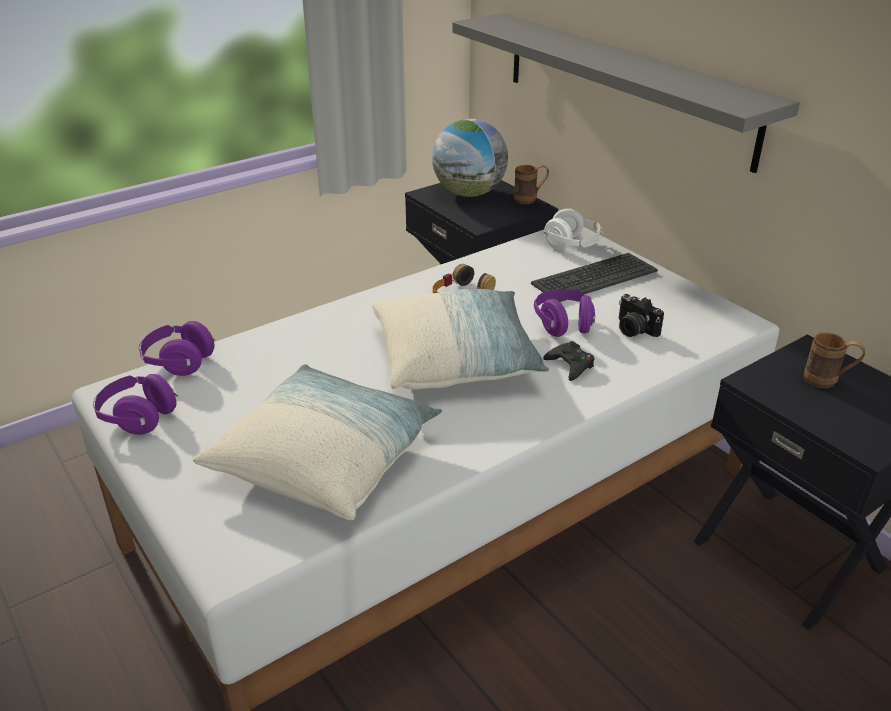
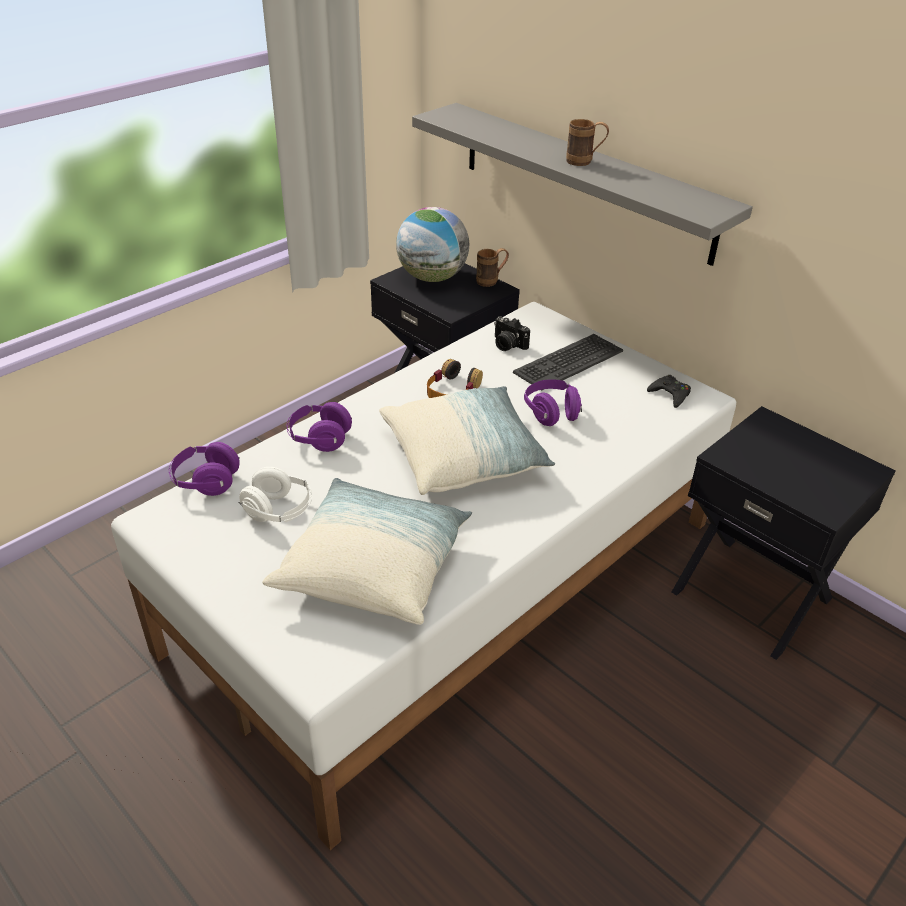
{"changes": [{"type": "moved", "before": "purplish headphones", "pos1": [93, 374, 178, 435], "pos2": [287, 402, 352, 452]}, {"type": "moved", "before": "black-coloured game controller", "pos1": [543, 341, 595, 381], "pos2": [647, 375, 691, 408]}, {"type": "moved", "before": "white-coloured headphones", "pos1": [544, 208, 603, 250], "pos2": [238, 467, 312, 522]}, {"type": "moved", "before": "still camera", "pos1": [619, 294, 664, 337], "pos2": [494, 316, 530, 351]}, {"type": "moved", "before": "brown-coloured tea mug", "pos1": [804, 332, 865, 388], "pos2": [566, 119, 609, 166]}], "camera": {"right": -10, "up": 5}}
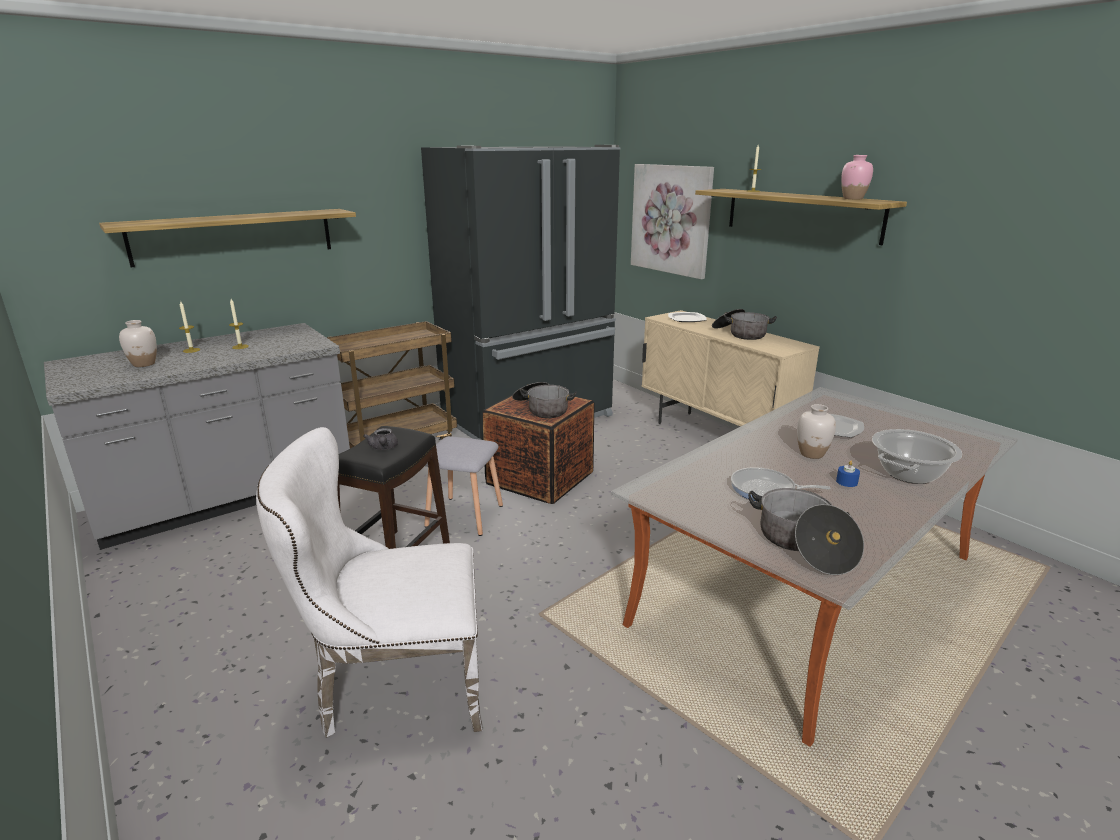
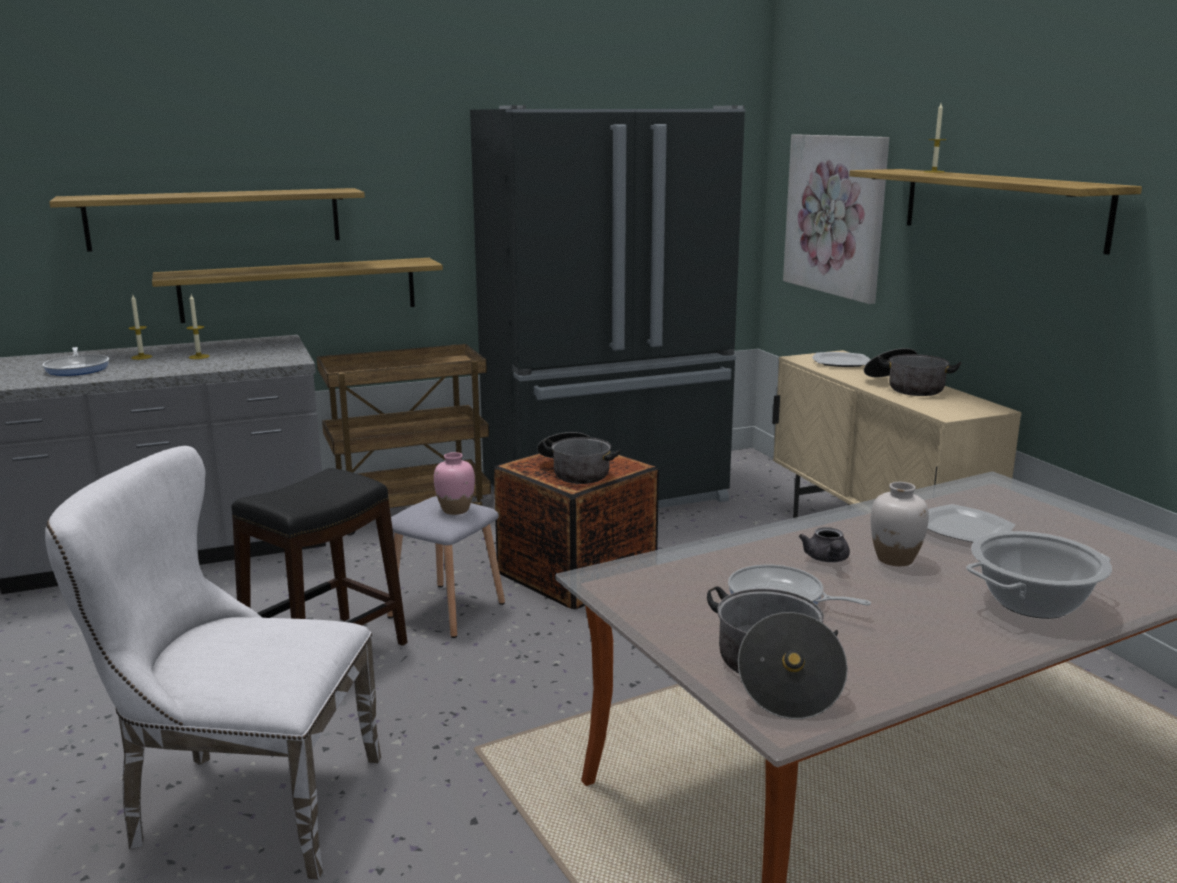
{"changes": [{"type": "replaced", "before": "white-coloured vase", "after": "pan", "pos1": [119, 320, 157, 367], "pos2": [42, 347, 109, 376]}, {"type": "moved", "before": "greyish tea pot", "pos1": [363, 428, 398, 450], "pos2": [799, 527, 850, 562]}, {"type": "removed", "before": "blue candle", "pos1": [836, 460, 860, 487]}, {"type": "moved", "before": "pink-coloured vase", "pos1": [841, 155, 873, 199], "pos2": [434, 452, 475, 515]}, {"type": "added", "after": "wall shelf", "pos2": [152, 258, 443, 323]}], "camera": {"right": 15, "up": -5}}
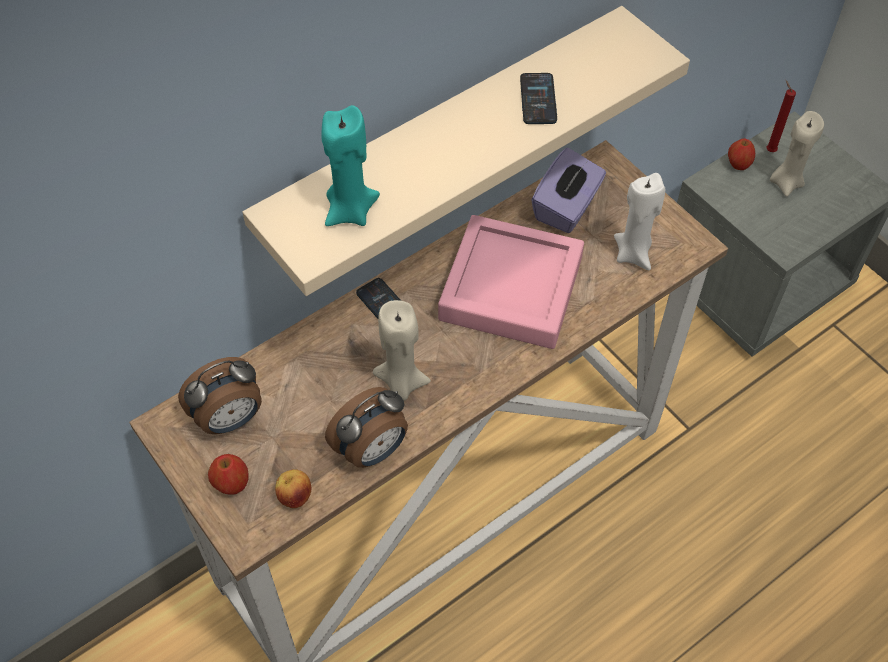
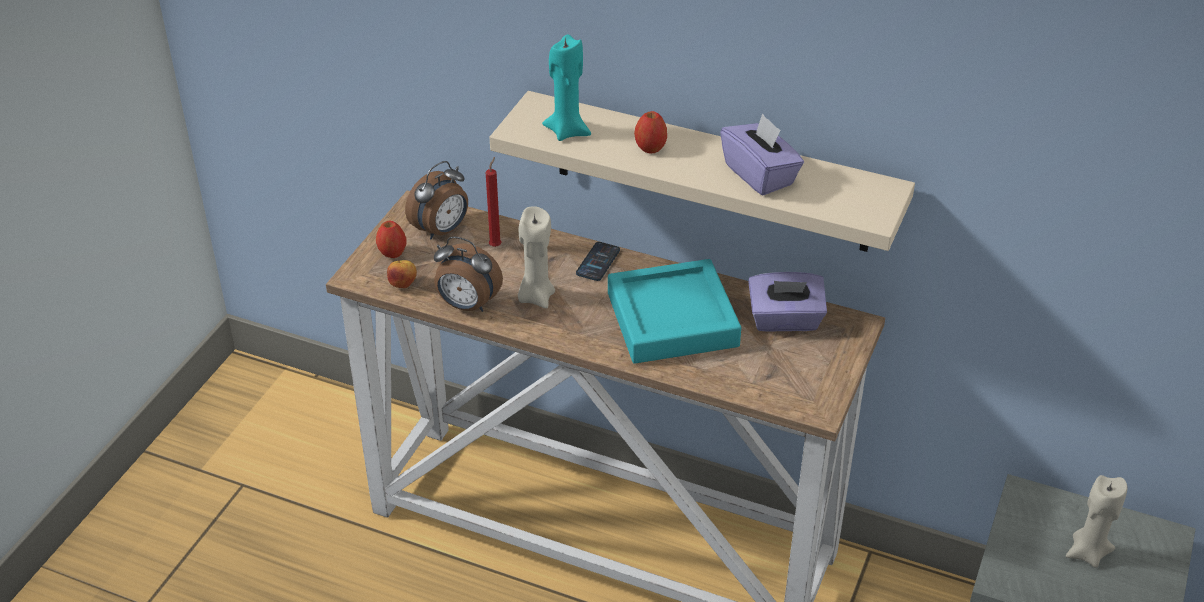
{"changes": [{"type": "turned", "before": "alarm clock", "pos1": [178, 357, 262, 434], "pos2": [405, 161, 468, 239], "turn": -75}, {"type": "recoloured", "before": "pink-coloured serving tray", "after": "turquoise-coloured serving tray", "pos1": [438, 215, 584, 349], "pos2": [608, 259, 741, 364]}, {"type": "replaced", "before": "phone", "after": "purplish tissue box", "pos1": [520, 73, 557, 124], "pos2": [720, 113, 804, 195]}, {"type": "removed", "before": "white-coloured candle", "pos1": [614, 173, 665, 270]}, {"type": "moved", "before": "apple", "pos1": [728, 138, 755, 170], "pos2": [634, 111, 667, 154]}, {"type": "moved", "before": "red-coloured candle", "pos1": [766, 80, 796, 152], "pos2": [486, 157, 501, 247]}], "camera": {"right": 60, "up": -15}}
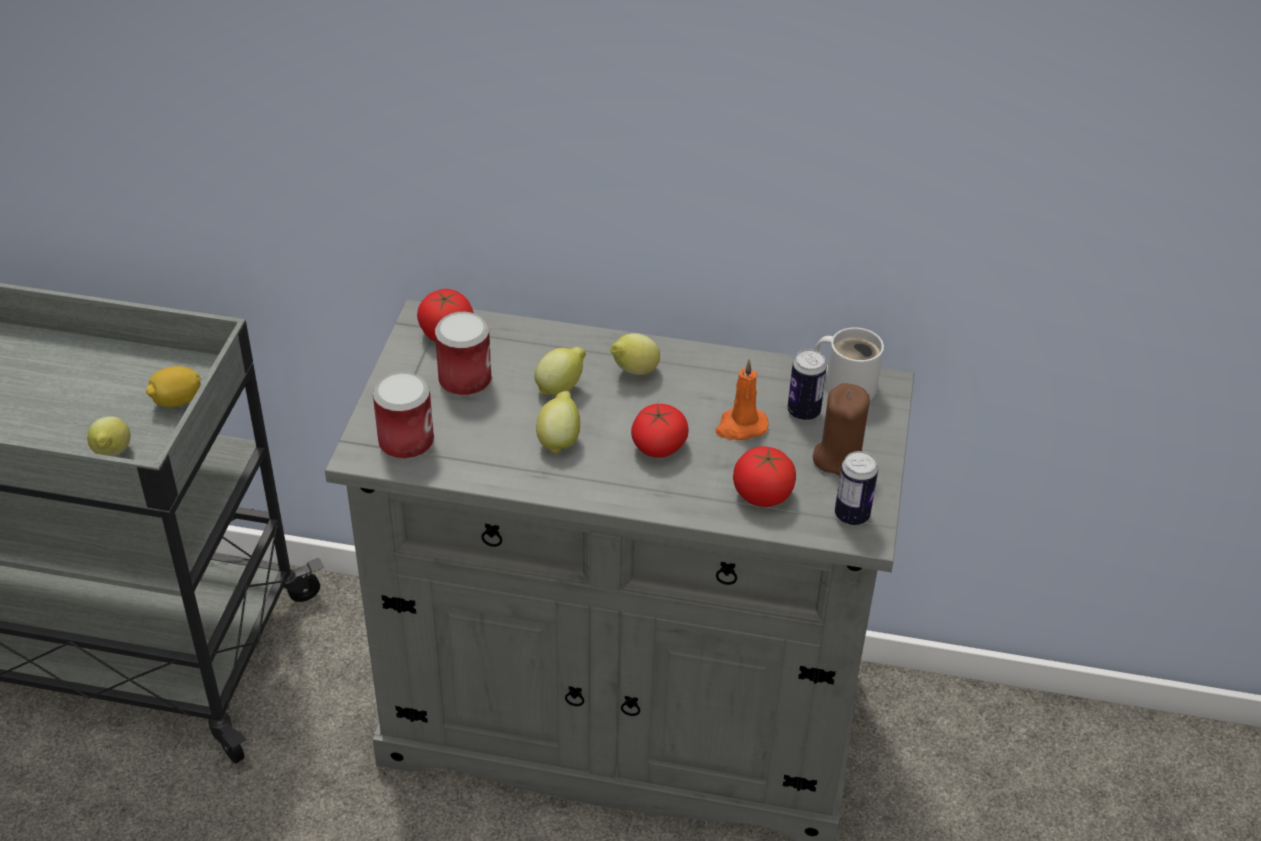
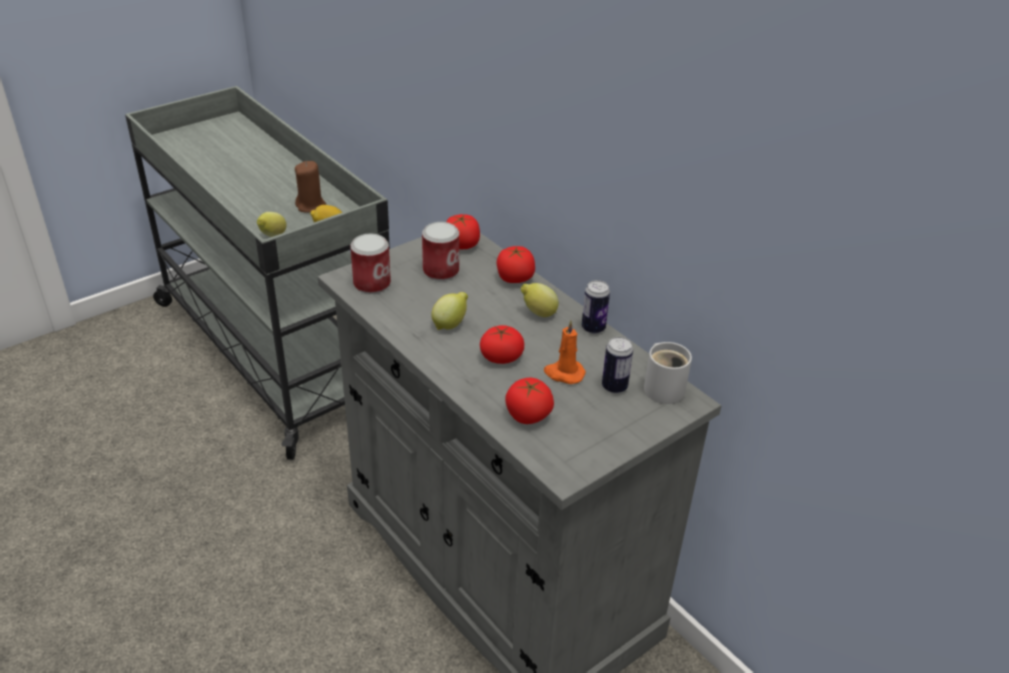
{"changes": [{"type": "removed", "before": "lemon", "pos1": [535, 347, 586, 396]}, {"type": "moved", "before": "brown-coloured candle", "pos1": [813, 383, 870, 476], "pos2": [295, 161, 326, 212]}, {"type": "moved", "before": "sealed can", "pos1": [835, 451, 878, 525], "pos2": [582, 280, 610, 334]}, {"type": "added", "after": "tomato", "pos2": [496, 246, 535, 283]}], "camera": {"right": 40, "up": -5}}
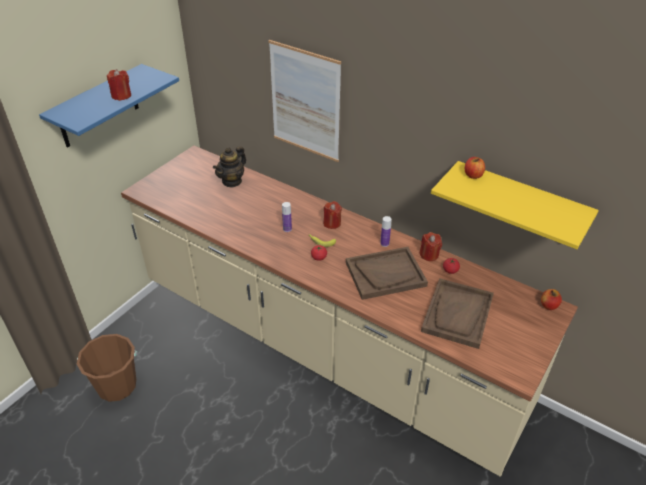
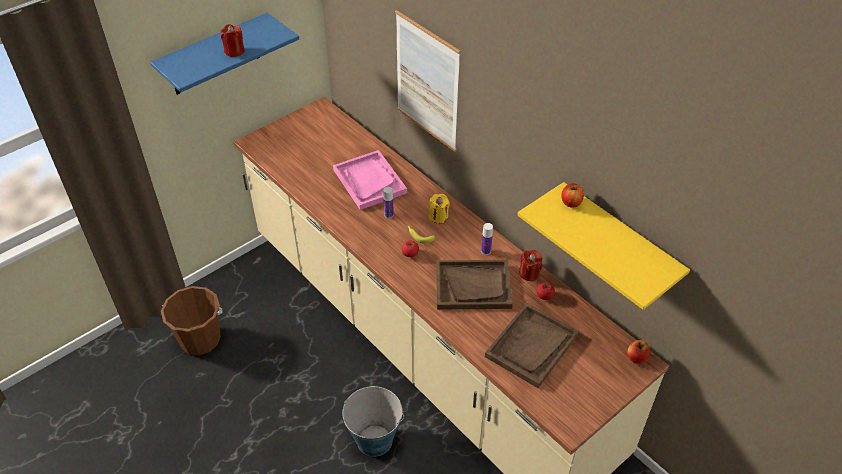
{"changes": [{"type": "removed", "before": "tea pot", "pos1": [213, 146, 246, 188]}, {"type": "recoloured", "before": "red-coloured candle", "after": "yellow-coloured candle", "pos1": [323, 201, 342, 229], "pos2": [429, 194, 450, 224]}, {"type": "added", "after": "pink-coloured serving tray", "pos2": [333, 150, 407, 210]}, {"type": "added", "after": "bucket", "pos2": [342, 386, 404, 457]}], "camera": {"right": 15, "up": 5}}
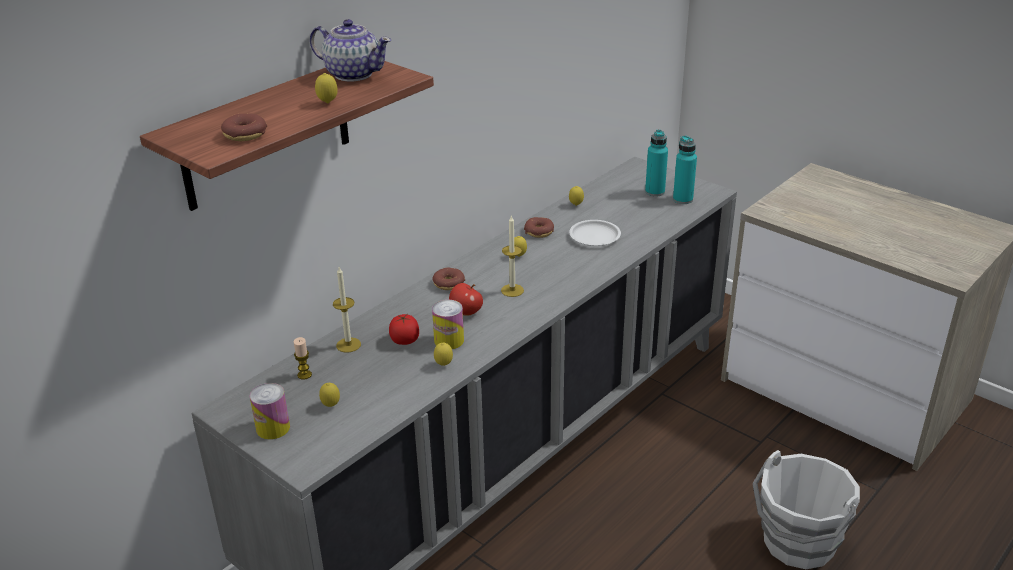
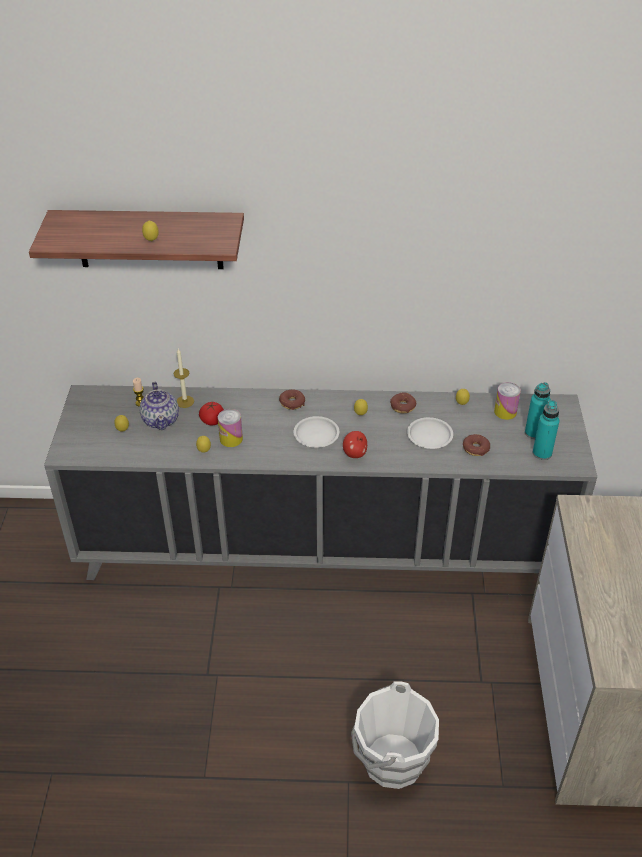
{"changes": [{"type": "moved", "before": "ring doughnut", "pos1": [221, 114, 267, 141], "pos2": [463, 434, 490, 456]}, {"type": "moved", "before": "sealed can", "pos1": [250, 383, 290, 440], "pos2": [494, 382, 521, 420]}, {"type": "moved", "before": "tea pot", "pos1": [310, 19, 391, 81], "pos2": [139, 382, 179, 430]}, {"type": "moved", "before": "apple", "pos1": [449, 283, 483, 316], "pos2": [343, 431, 367, 458]}, {"type": "replaced", "before": "candle", "after": "white-coloured flat dish", "pos1": [501, 215, 524, 297], "pos2": [294, 416, 339, 448]}], "camera": {"right": 50, "up": 10}}
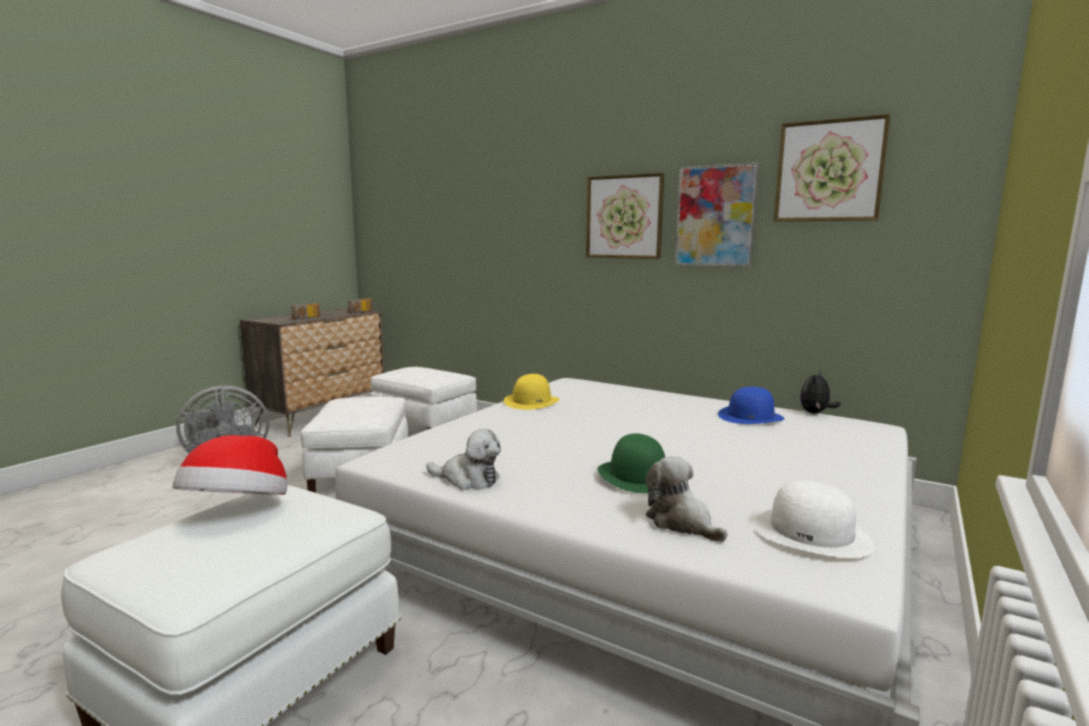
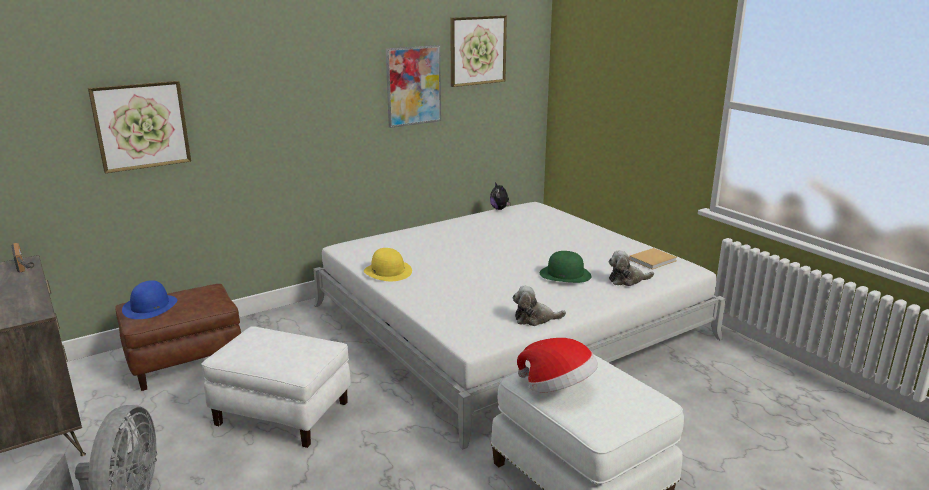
{"changes": [{"type": "removed", "before": "radio", "pos1": [291, 303, 320, 320]}, {"type": "recoloured", "before": "white-coloured ottoman", "after": "brown-coloured ottoman", "pos1": [370, 367, 477, 429], "pos2": [115, 284, 241, 391]}, {"type": "turned", "before": "cuddly toy", "pos1": [426, 428, 501, 490], "pos2": [512, 286, 566, 326], "turn": -135}, {"type": "moved", "before": "picture", "pos1": [586, 173, 664, 259], "pos2": [88, 81, 191, 173]}, {"type": "moved", "before": "blue wearable hat", "pos1": [718, 387, 785, 424], "pos2": [122, 280, 177, 319]}, {"type": "replaced", "before": "white-coloured wearable hat", "after": "sand-coloured volume", "pos1": [753, 481, 874, 558], "pos2": [629, 248, 677, 270]}], "camera": {"right": -65, "up": 10}}
